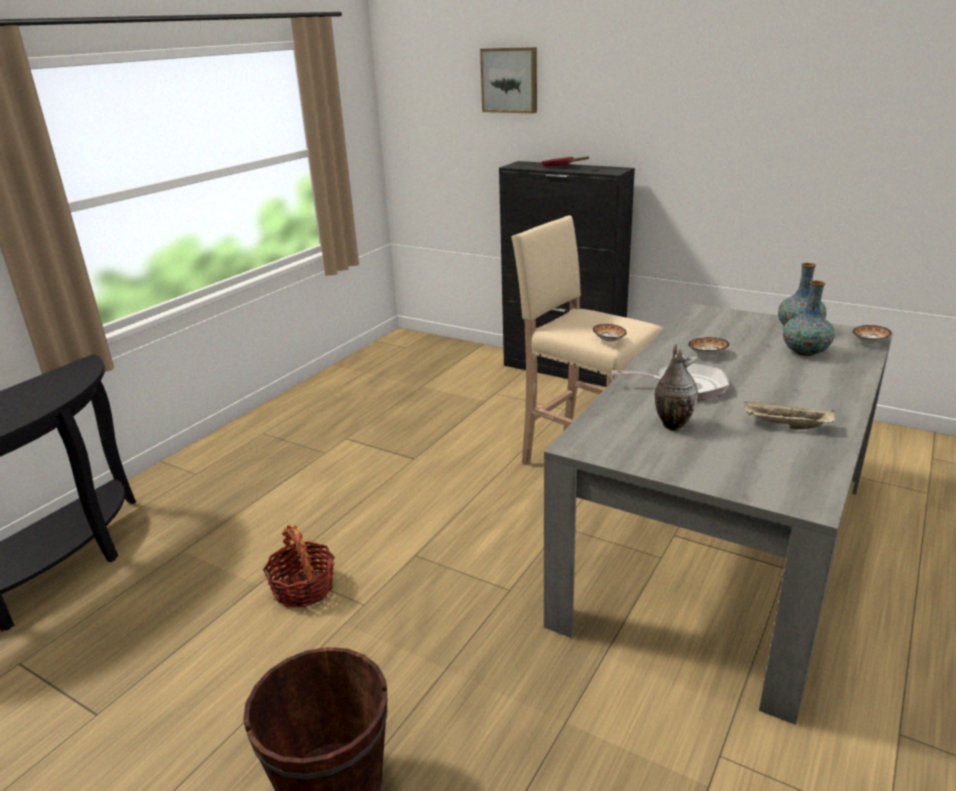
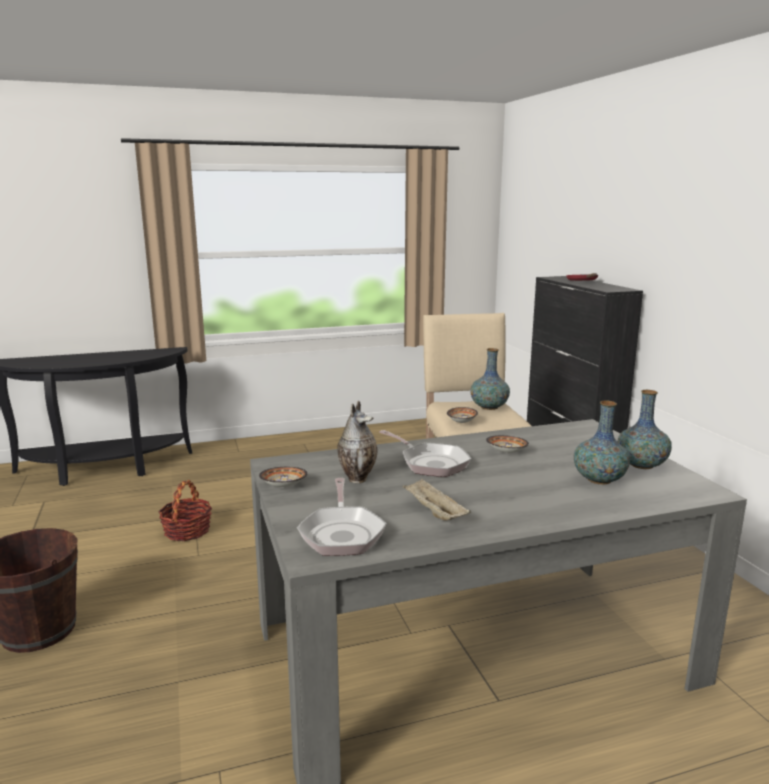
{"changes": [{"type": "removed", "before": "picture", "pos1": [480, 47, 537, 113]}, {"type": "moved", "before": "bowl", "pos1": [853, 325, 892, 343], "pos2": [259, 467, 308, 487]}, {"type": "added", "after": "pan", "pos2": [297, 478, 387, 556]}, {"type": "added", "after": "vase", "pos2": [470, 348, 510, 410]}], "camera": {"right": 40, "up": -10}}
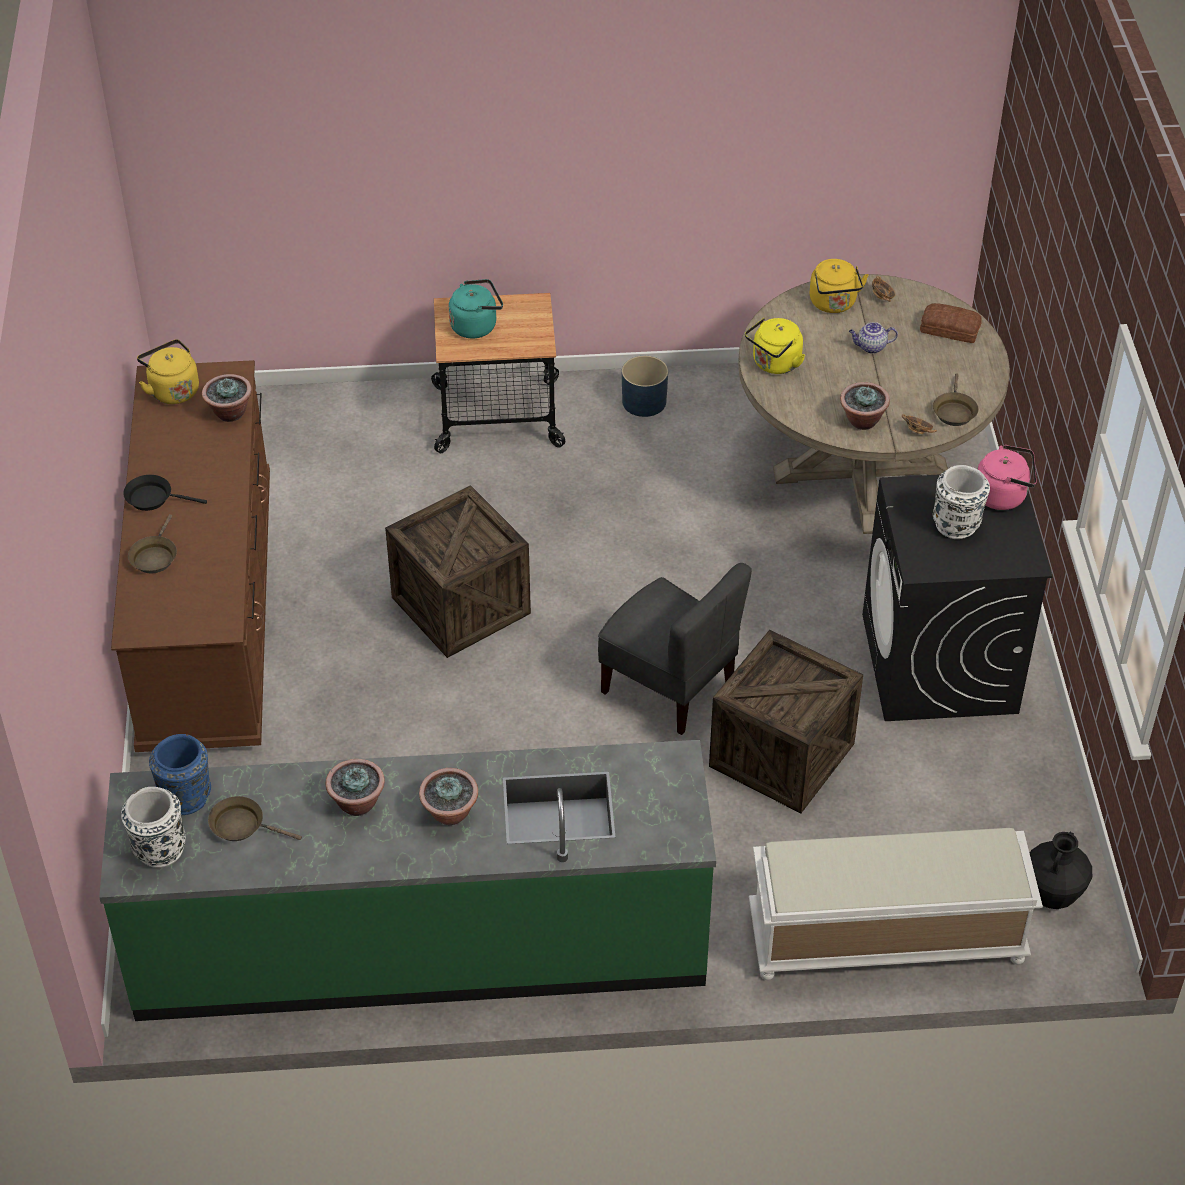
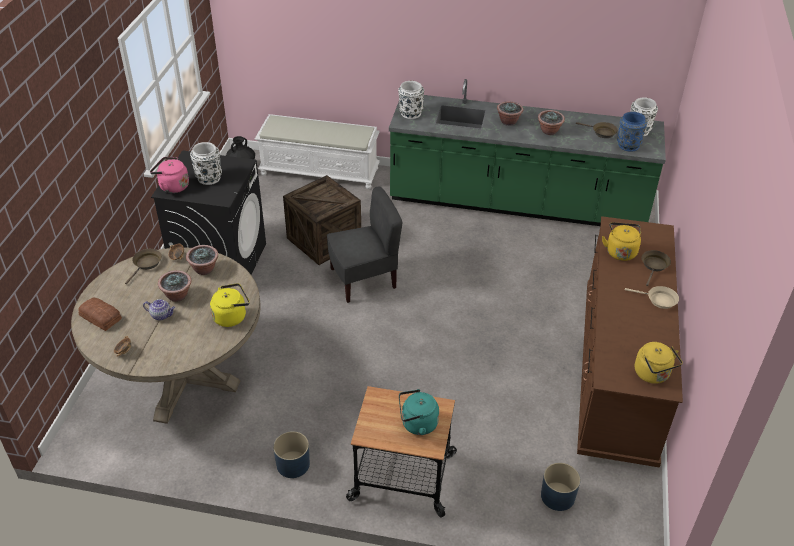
{"changes": [{"type": "recoloured", "before": "black-coloured pan", "after": "sand-coloured pan", "pos1": [123, 475, 207, 511], "pos2": [625, 286, 679, 309]}, {"type": "moved", "before": "plant in a pot", "pos1": [202, 374, 252, 422], "pos2": [158, 270, 191, 302]}, {"type": "removed", "before": "packing crate", "pos1": [385, 485, 531, 658]}, {"type": "turned", "before": "greyish chair", "pos1": [598, 563, 752, 735], "pos2": [327, 187, 403, 303], "turn": 105}, {"type": "moved", "before": "yellow-coloured tea kettle", "pos1": [810, 259, 869, 313], "pos2": [602, 222, 641, 261]}, {"type": "added", "after": "white-coloured vase", "pos2": [398, 81, 424, 119]}, {"type": "added", "after": "blue flower pot", "pos2": [541, 463, 580, 511]}], "camera": {"right": -165, "up": -5}}
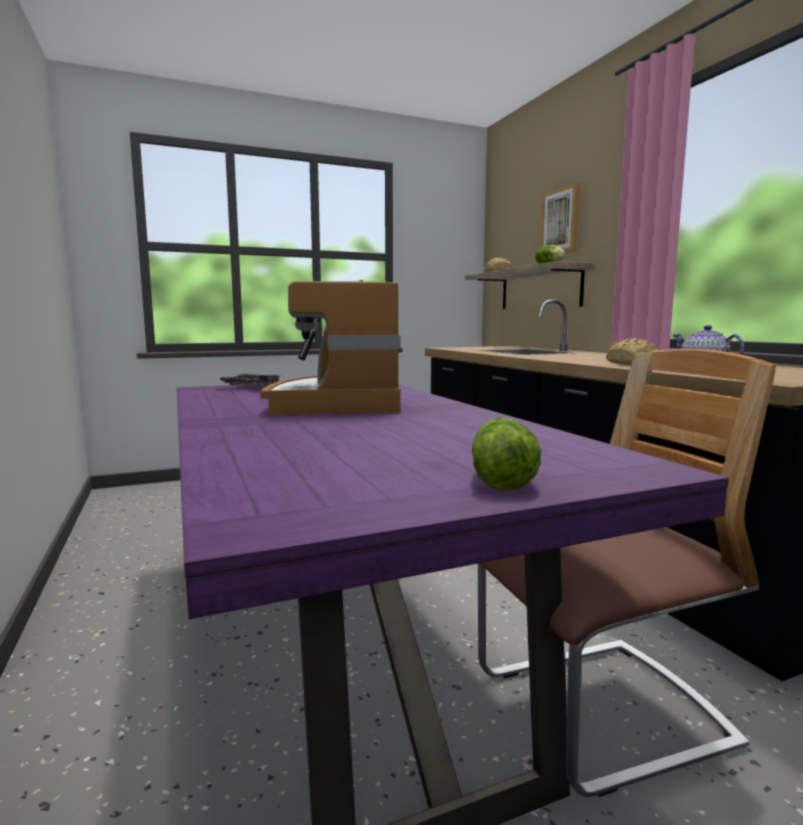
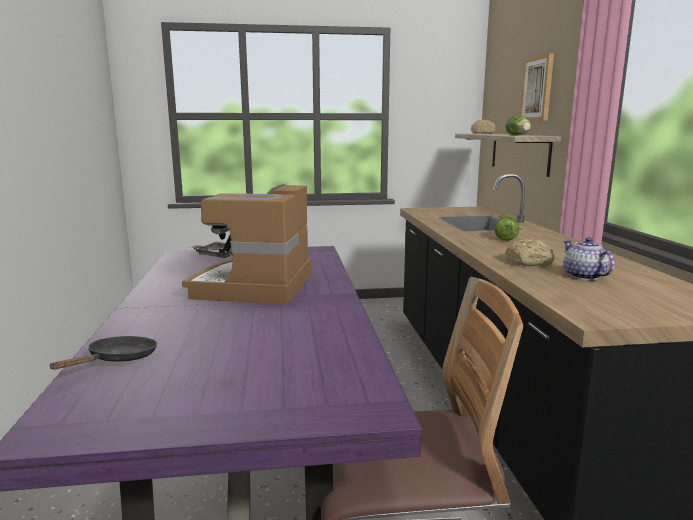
{"changes": [{"type": "moved", "before": "lettuce", "pos1": [472, 417, 541, 490], "pos2": [495, 216, 519, 241]}, {"type": "added", "after": "black-coloured pan", "pos2": [49, 336, 157, 370]}], "camera": {"right": 15, "up": 5}}
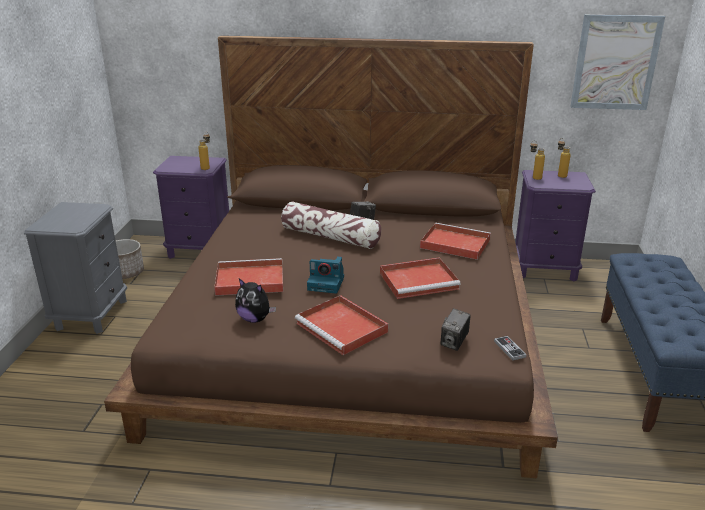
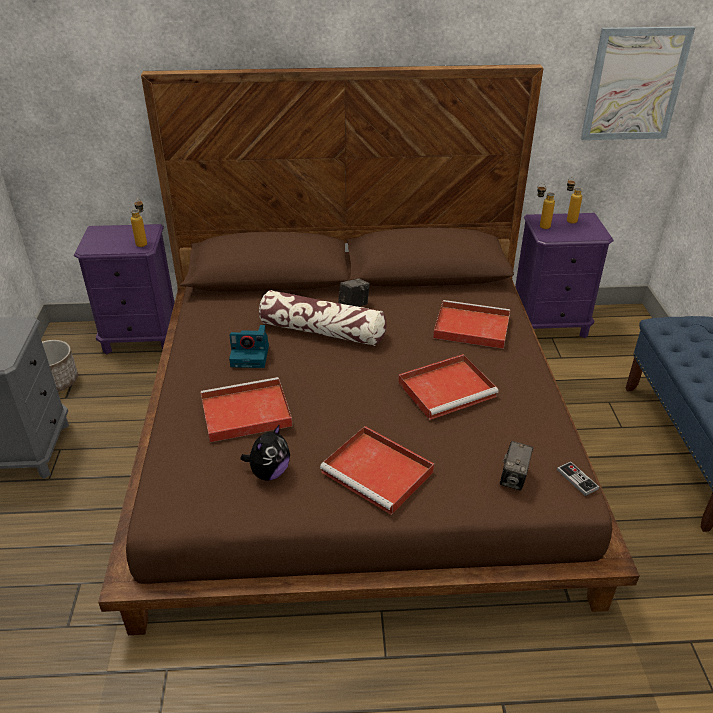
{"changes": [{"type": "turned", "before": "cuddly toy", "pos1": [235, 278, 276, 323], "pos2": [240, 424, 290, 481], "turn": -75}, {"type": "moved", "before": "still camera", "pos1": [307, 256, 344, 294], "pos2": [229, 325, 269, 368]}], "camera": {"right": -10, "up": 10}}
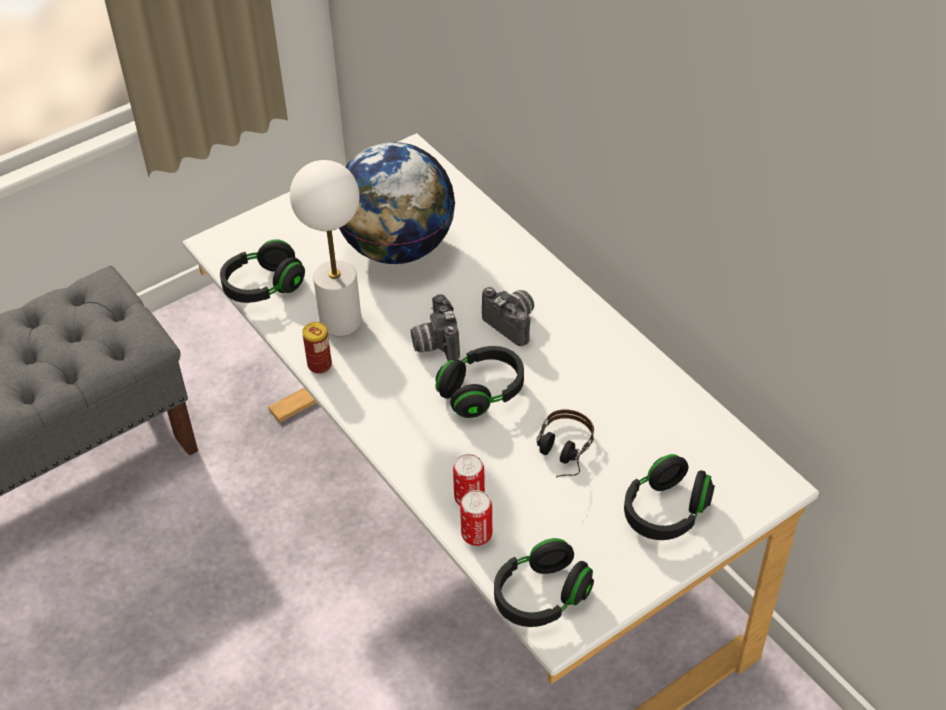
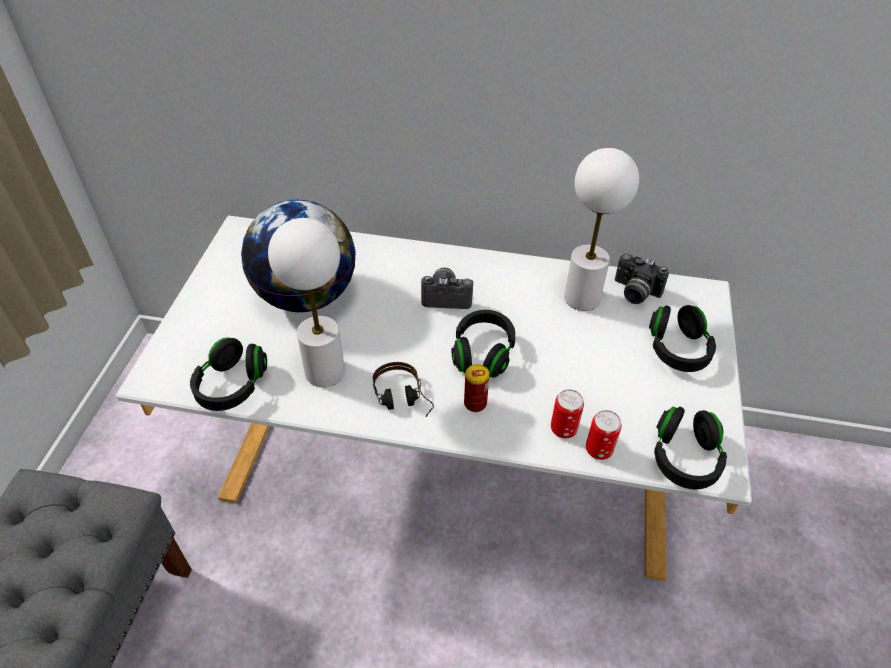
{"changes": [{"type": "moved", "before": "sealed can", "pos1": [302, 322, 332, 374], "pos2": [464, 364, 489, 412]}, {"type": "moved", "before": "still camera", "pos1": [411, 294, 460, 361], "pos2": [615, 253, 669, 304]}, {"type": "moved", "before": "headphones", "pos1": [536, 410, 594, 477], "pos2": [373, 362, 434, 417]}, {"type": "added", "after": "white-coloured lamp for a table", "pos2": [564, 148, 639, 311]}], "camera": {"right": -45, "up": 0}}
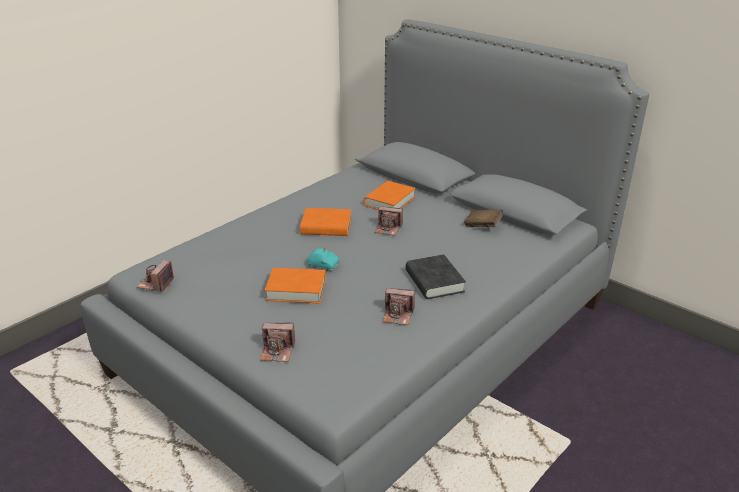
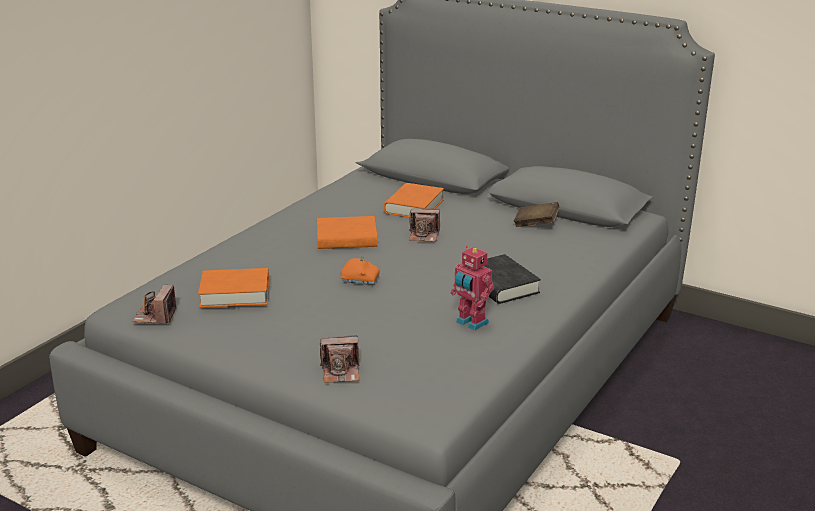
{"changes": [{"type": "moved", "before": "orange-coloured volume", "pos1": [265, 267, 326, 304], "pos2": [198, 268, 269, 308]}, {"type": "recoloured", "before": "turquoise-coloured model car", "after": "orange-coloured model car", "pos1": [307, 248, 339, 271], "pos2": [340, 257, 380, 285]}, {"type": "replaced", "before": "still camera", "after": "model robot", "pos1": [382, 288, 415, 325], "pos2": [450, 246, 494, 331]}], "camera": {"right": -10, "up": -5}}
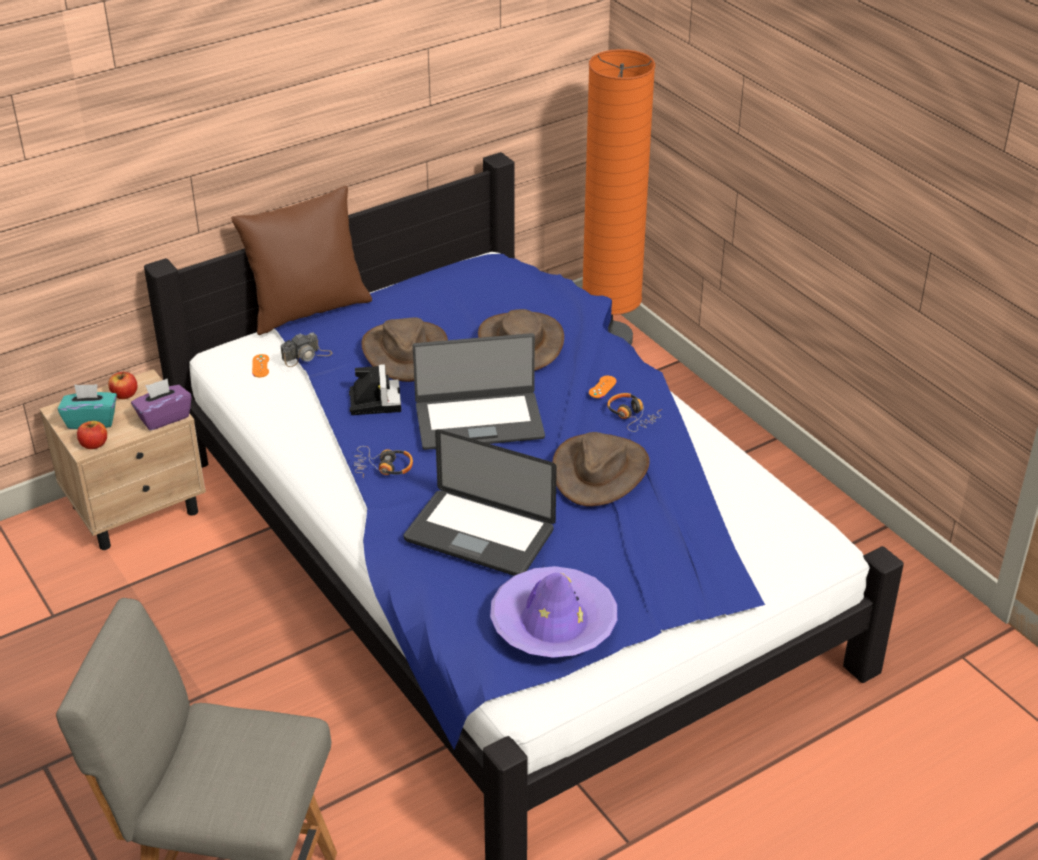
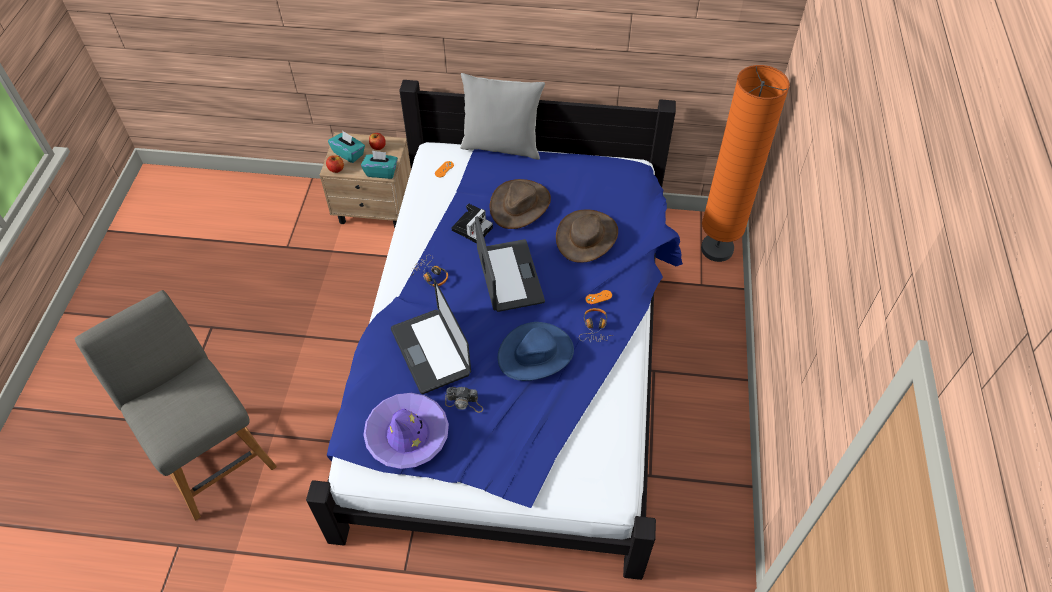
{"changes": [{"type": "recoloured", "before": "purplish tissue box", "after": "turquoise-coloured tissue box", "pos1": [131, 378, 192, 431], "pos2": [361, 150, 398, 179]}, {"type": "recoloured", "before": "brown-coloured throw pillow", "after": "greyish throw pillow", "pos1": [231, 186, 372, 335], "pos2": [460, 73, 545, 160]}, {"type": "moved", "before": "still camera", "pos1": [281, 333, 332, 367], "pos2": [445, 387, 483, 413]}, {"type": "turned", "before": "portable computer", "pos1": [413, 333, 545, 450], "pos2": [475, 216, 545, 312], "turn": -135}, {"type": "recoloured", "before": "brown-coloured wearable hat", "after": "blue wearable hat", "pos1": [552, 432, 650, 506], "pos2": [498, 322, 574, 381]}], "camera": {"right": 40, "up": 15}}
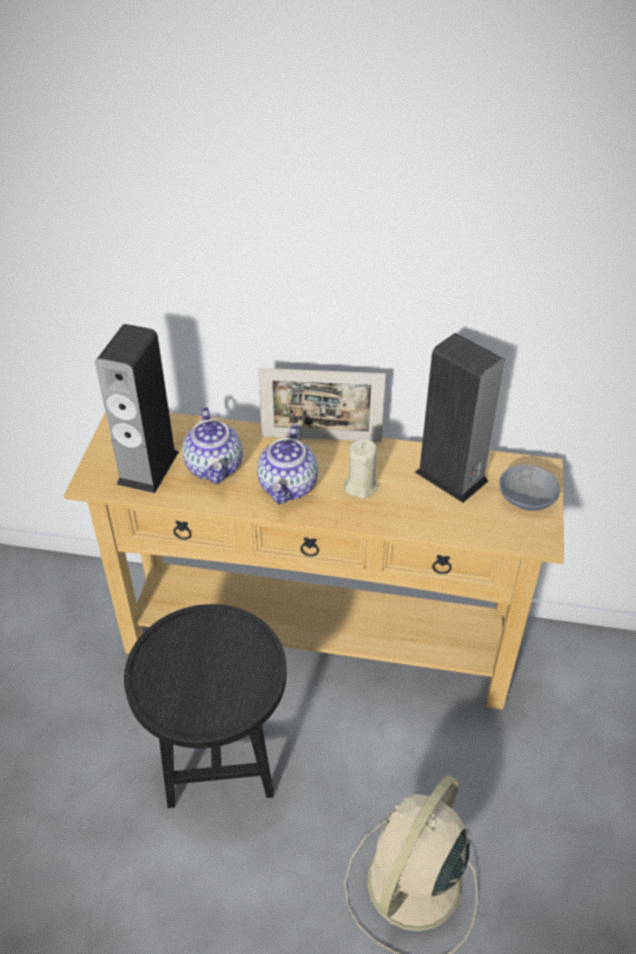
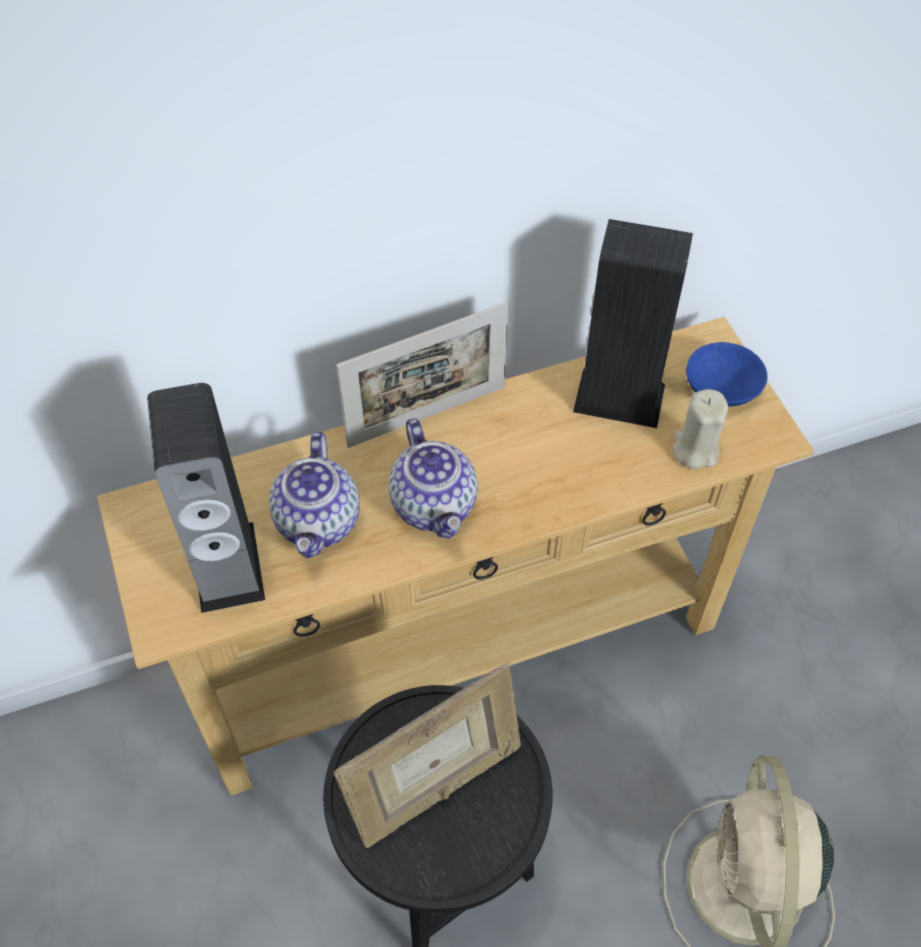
{"changes": [{"type": "turned", "before": "tea pot", "pos1": [182, 407, 243, 484], "pos2": [269, 432, 360, 558], "turn": 45}, {"type": "moved", "before": "sand-coloured candle", "pos1": [344, 438, 378, 498], "pos2": [673, 389, 728, 469]}, {"type": "recoloured", "before": "greyish bowl", "after": "blue bowl", "pos1": [499, 464, 560, 511], "pos2": [686, 342, 768, 406]}, {"type": "added", "after": "photo frame", "pos2": [334, 663, 521, 848]}], "camera": {"right": -30, "up": 10}}
